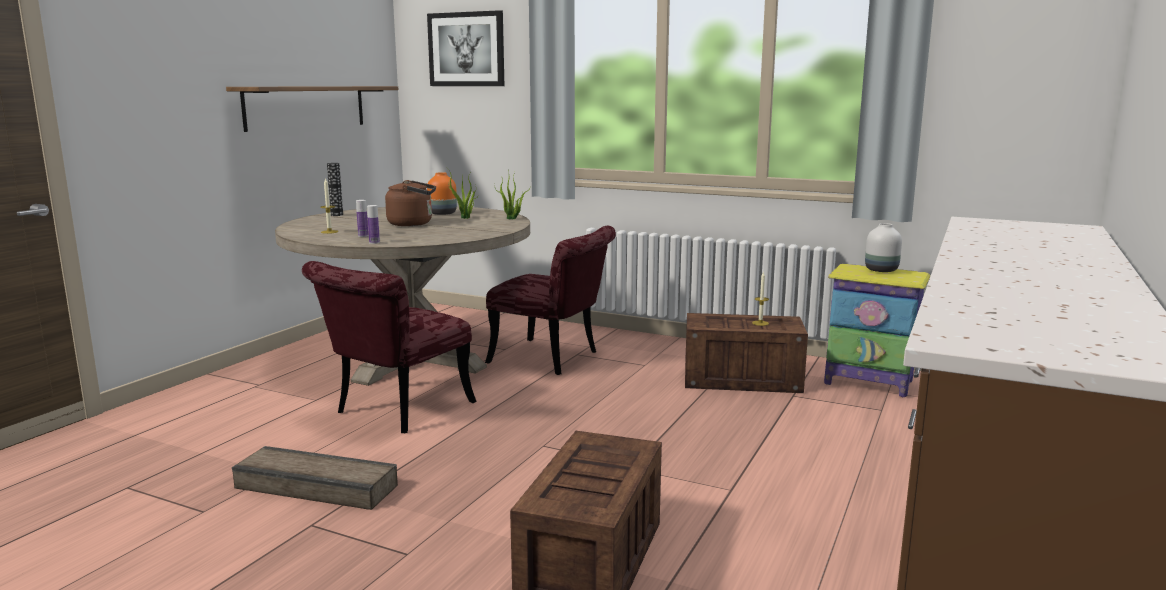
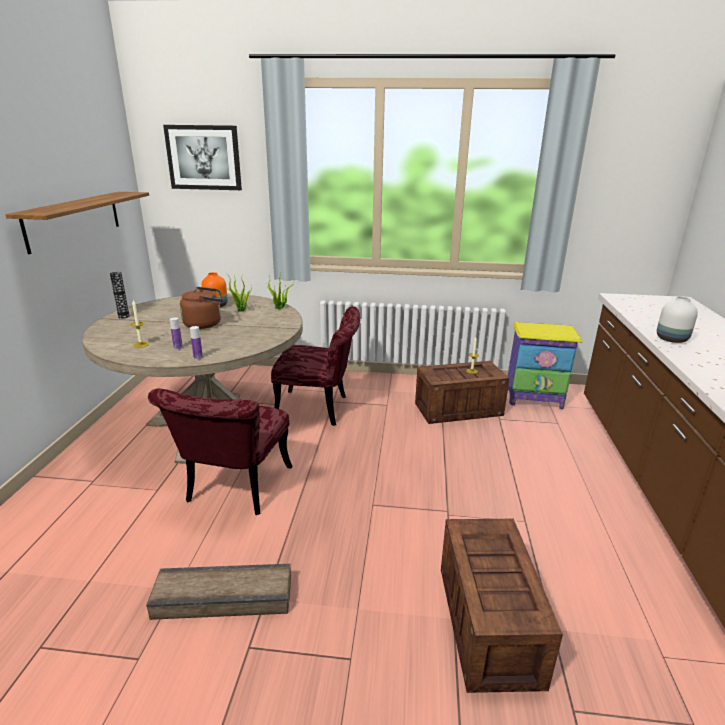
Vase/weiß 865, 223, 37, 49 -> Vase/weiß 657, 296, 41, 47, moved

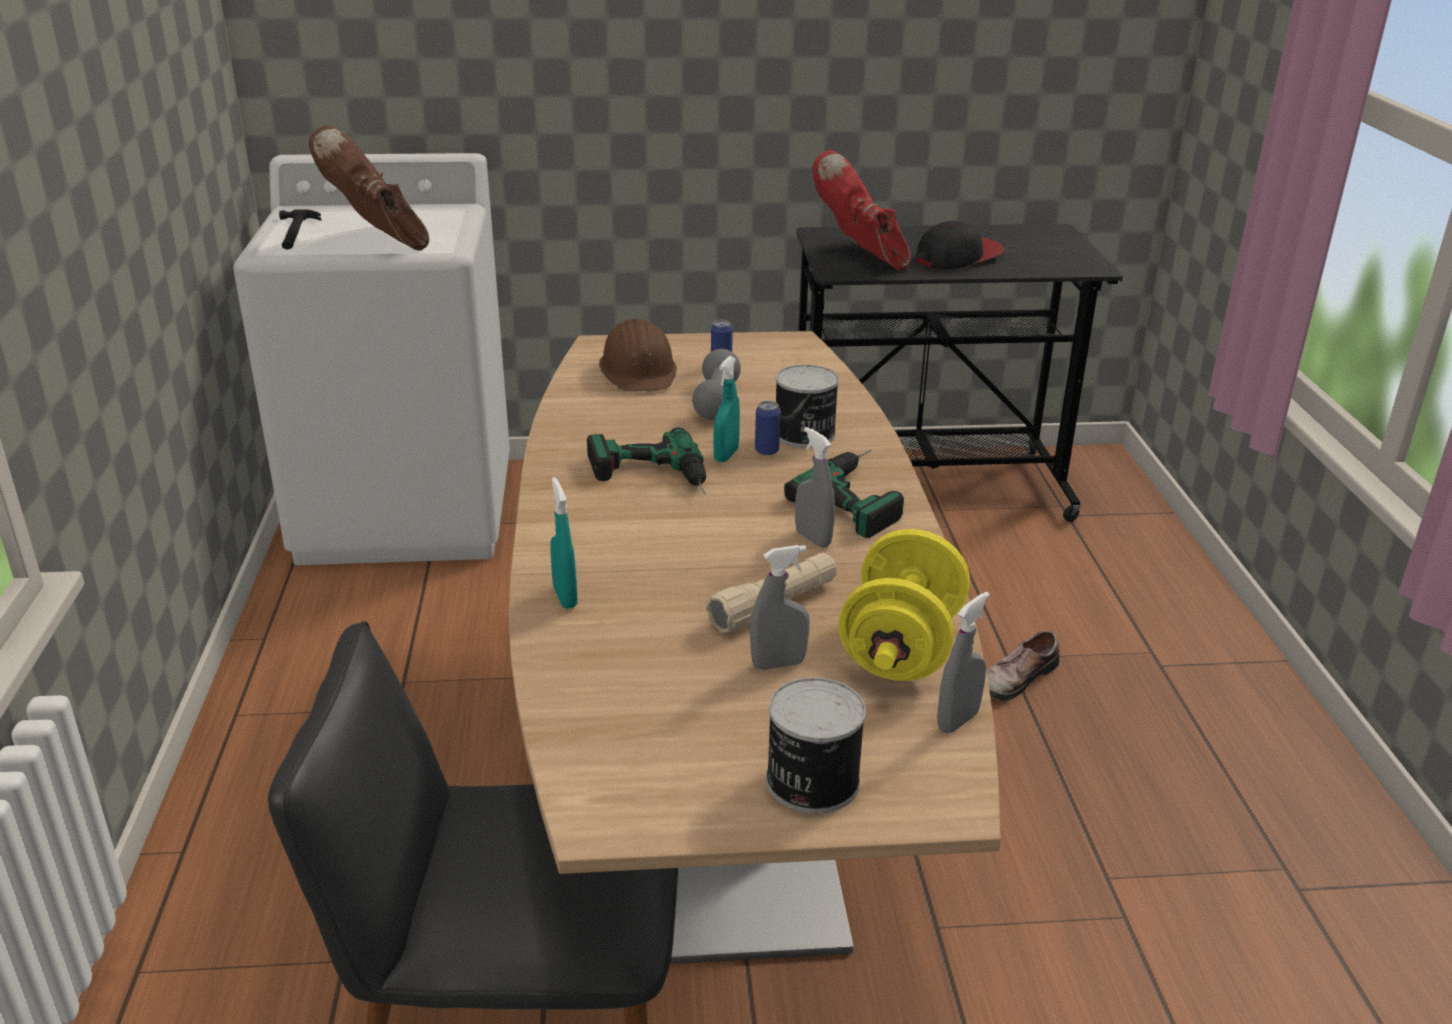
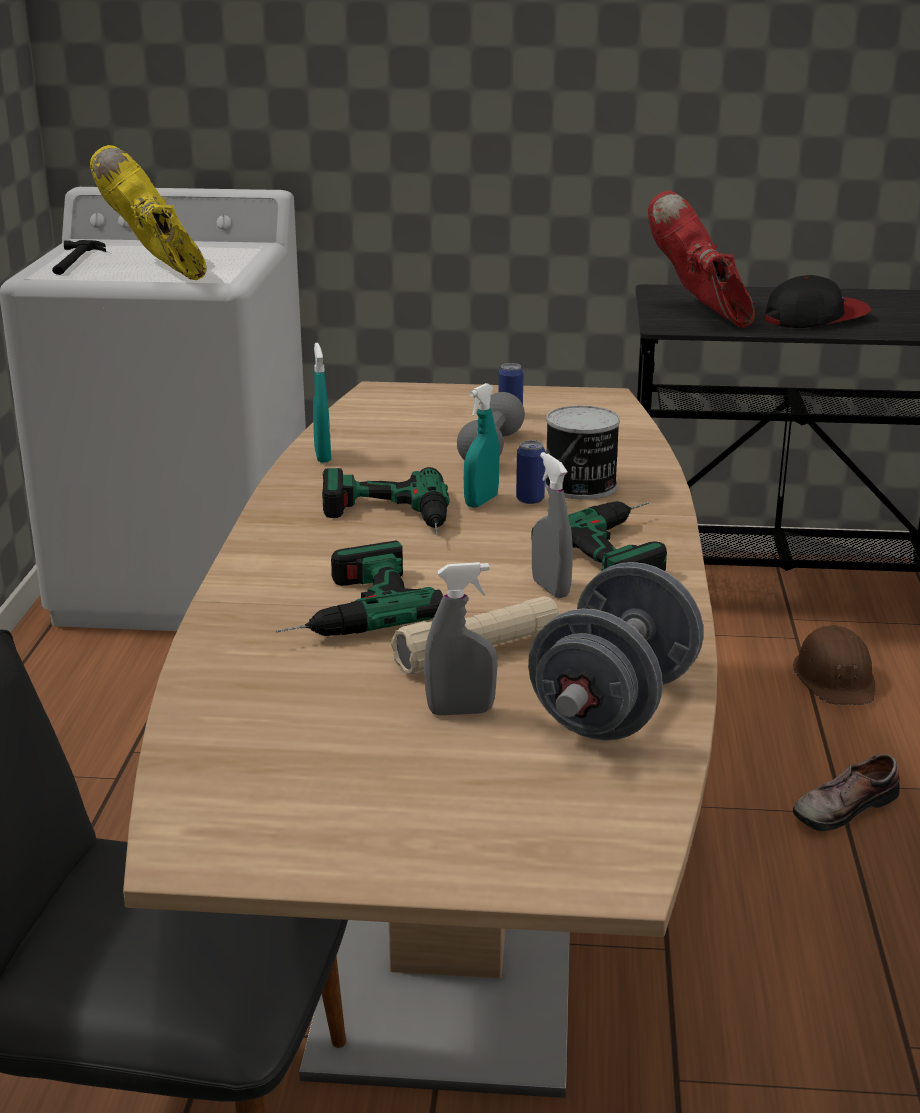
Stiefel/braun 309, 125, 120, 125 -> Stiefel/gelb 90, 145, 117, 135
Schutzhelm/braun 599, 318, 77, 74 -> Schutzhelm/braun 793, 625, 82, 80, moved
Sprühflasche/türkis 550, 477, 27, 132 -> Sprühflasche/türkis 313, 343, 18, 120, moved
Hantel/gelb 838, 529, 132, 152 -> Hantel/grau 528, 562, 176, 178
Sprühflasche/grau 937, 591, 53, 142 -> none
Dose 766, 678, 100, 136 -> none
none -> Bohrmaschine 276, 541, 167, 95

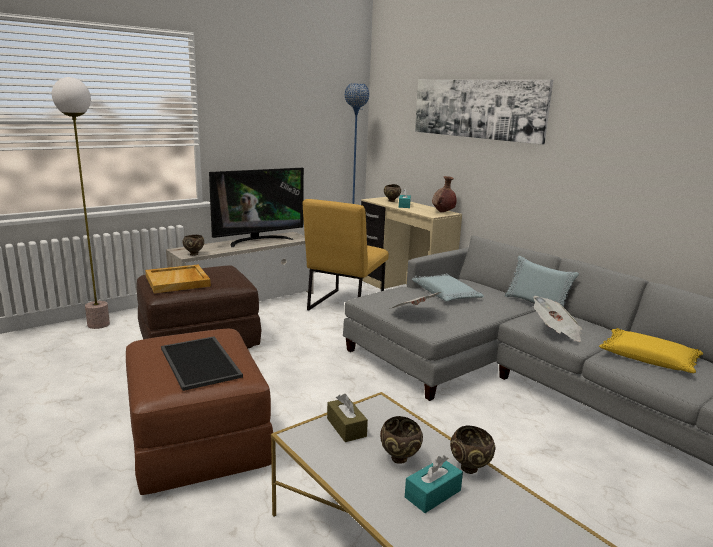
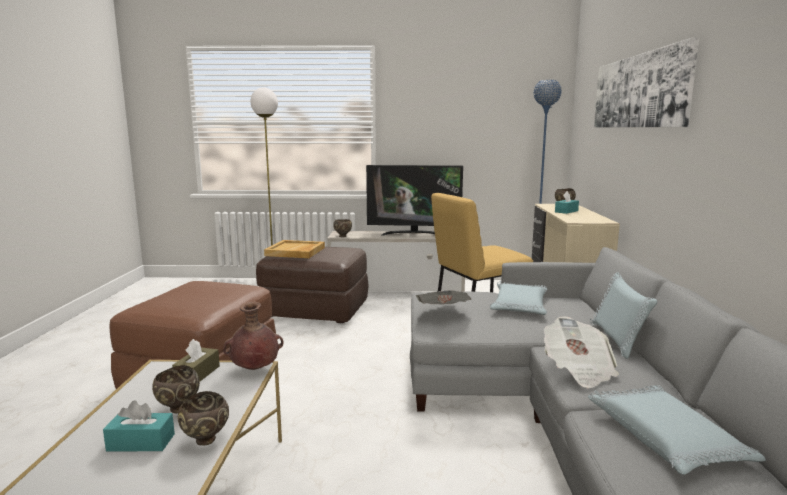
Vase/braun 432, 176, 25, 36 -> Vase/braun 223, 302, 61, 68, moved
Kissen/gelb 599, 328, 104, 45 -> Kissen/blau 588, 385, 178, 90
Tablett 161, 336, 82, 55 -> none

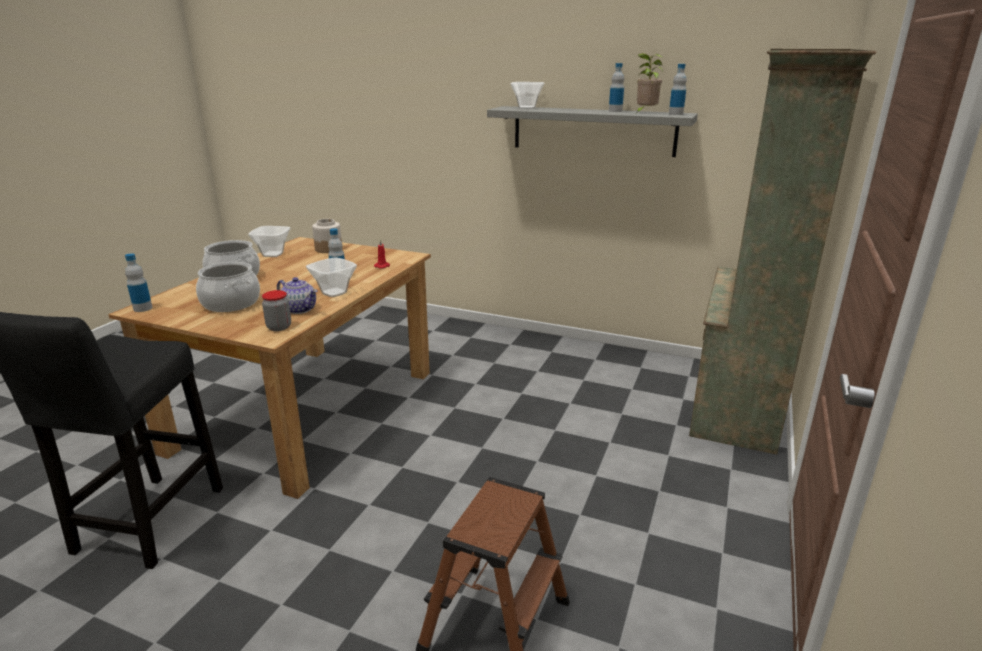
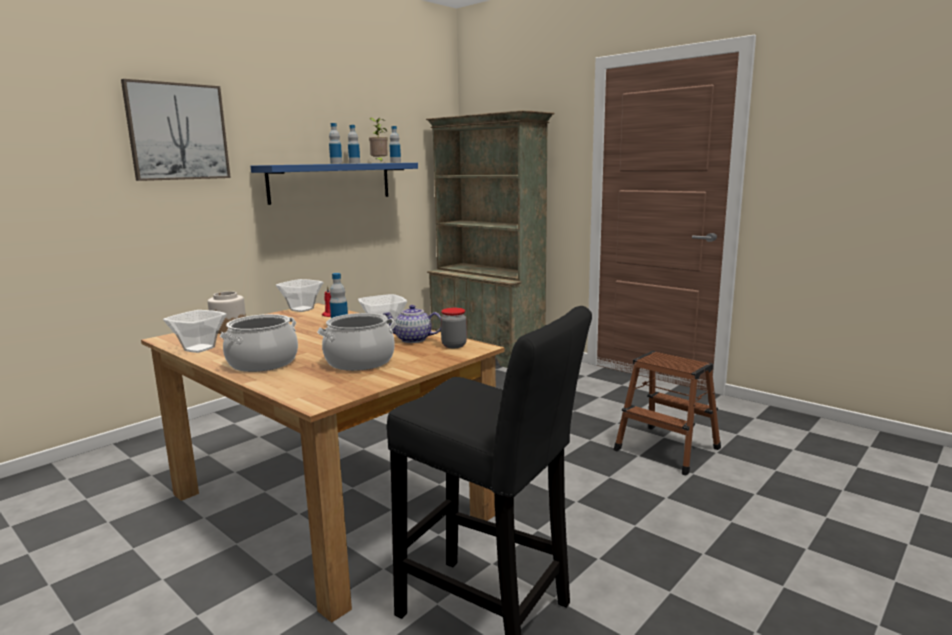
Schüssel 510, 82, 34, 27 -> Schüssel 276, 279, 47, 33, moved
Wandregal/grau 487, 106, 211, 51 -> Wandregal/blau 251, 163, 167, 42
Flasche 125, 253, 28, 59 -> Flasche 329, 123, 13, 41, moved
Teekanne 277, 277, 41, 37 -> Teekanne 383, 305, 58, 38, 135 degrees counterclockwise
none -> Bild 121, 79, 110, 102

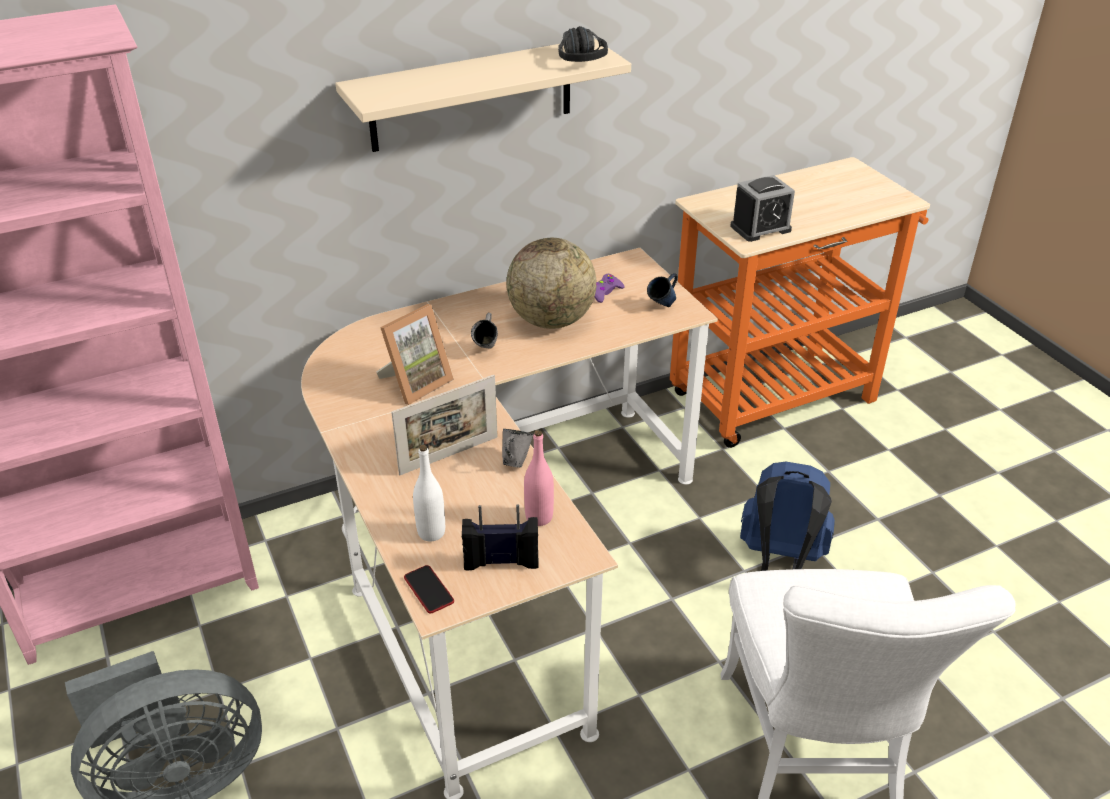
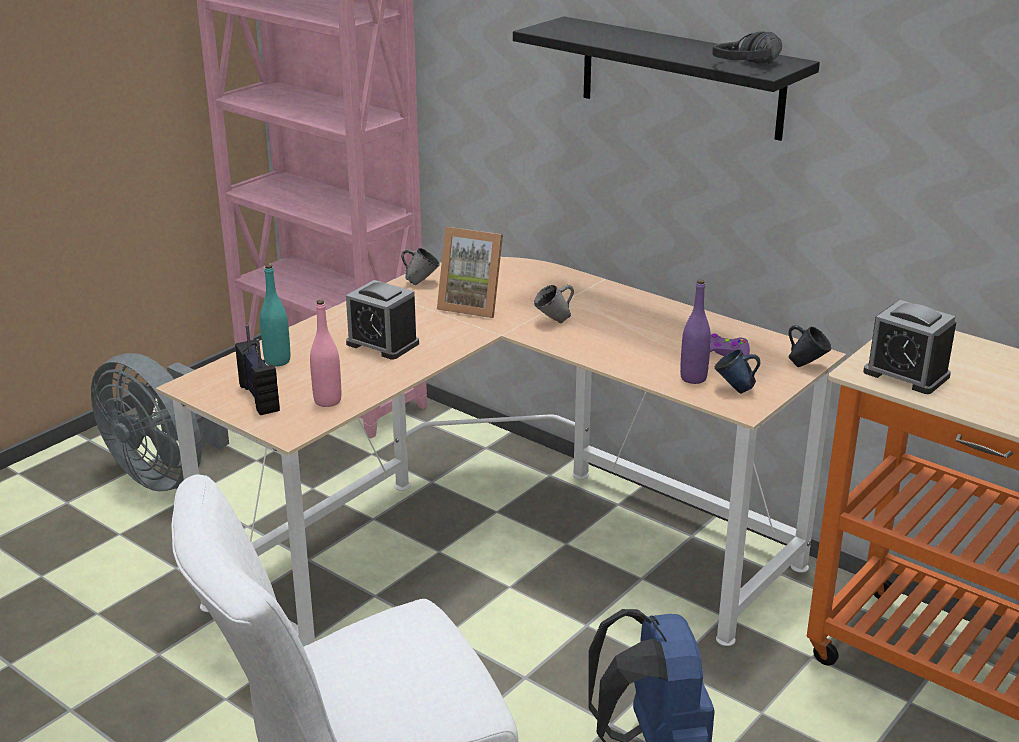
Wandregal/beige 335, 38, 296, 114 -> Wandregal/schwarz 513, 16, 307, 125
Globus 506, 238, 91, 91 -> none
Bilderrahmen 391, 375, 107, 100 -> Wecker 346, 280, 73, 80
Henkelbecher/grau 502, 429, 31, 38 -> Henkelbecher/grau 401, 248, 39, 37, moved
Flasche/weiß 413, 445, 32, 97 -> Flasche/türkis 260, 264, 30, 103
Handy 404, 565, 50, 49 -> none
none -> Flasche/lila 680, 279, 31, 105
none -> Henkelbecher/blau 788, 325, 43, 42

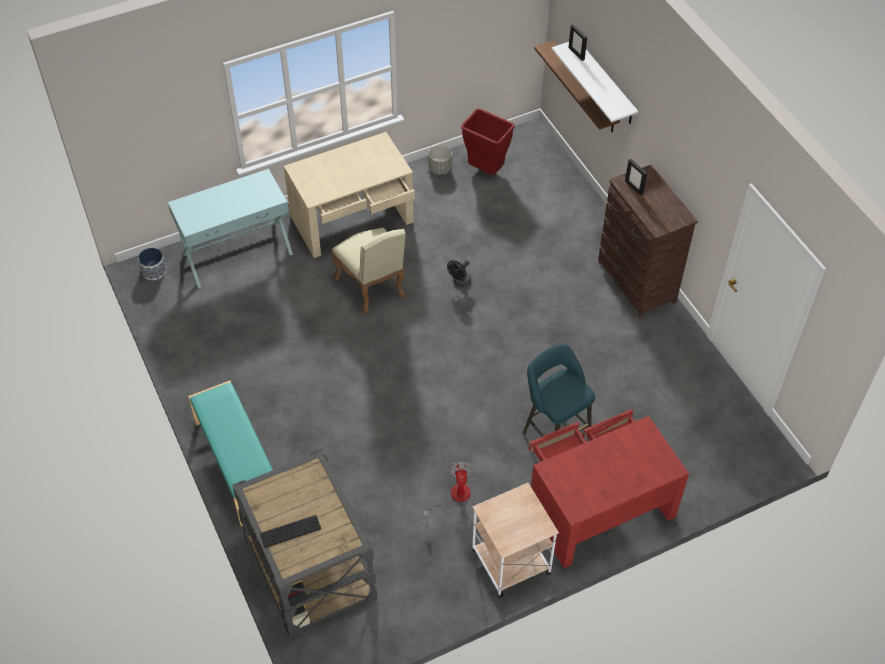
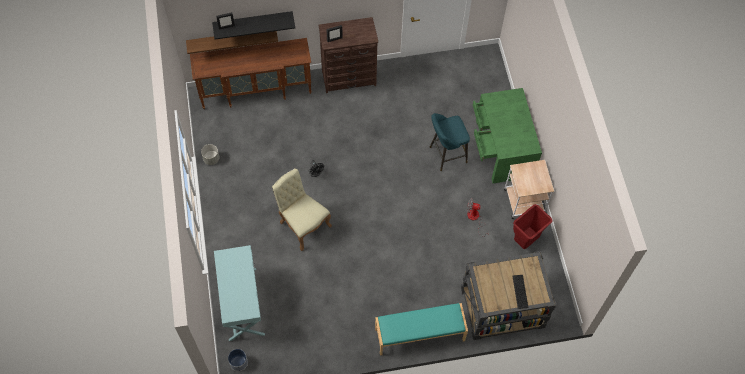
Wandregal/weiß 552, 42, 86, 82 -> Wandregal/schwarz 212, 11, 83, 28
Mülleimer/rot 461, 109, 54, 66 -> Mülleimer/rot 513, 204, 40, 45, moved
Schreibtisch/beige 284, 132, 131, 126 -> none
Stuhl/beige 332, 228, 74, 86 -> Stuhl/beige 272, 168, 60, 83, 120 degrees counterclockwise
Schreibtisch/rot 529, 409, 160, 159 -> Schreibtisch/grün 473, 88, 69, 95
none -> Schrank/braun 190, 38, 122, 71

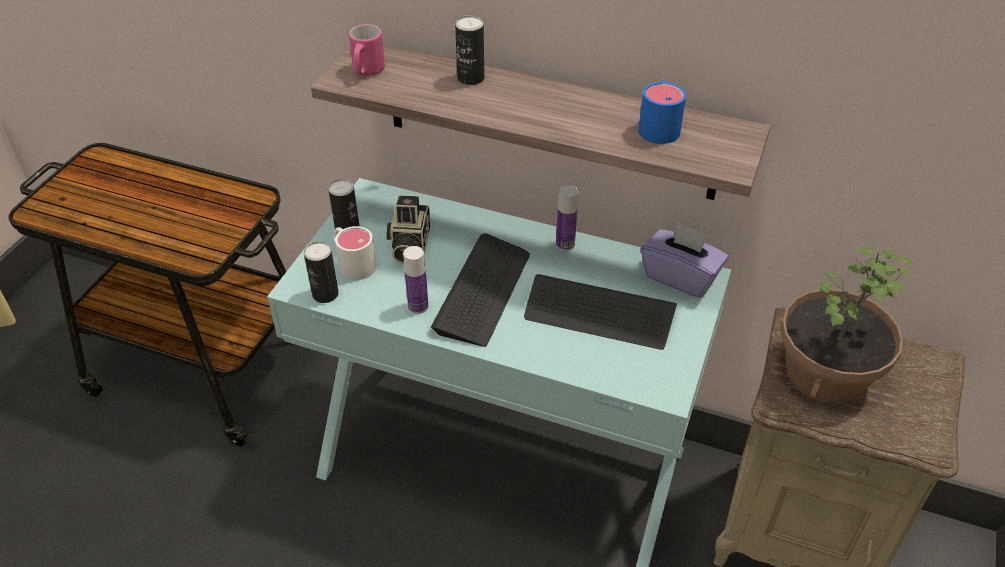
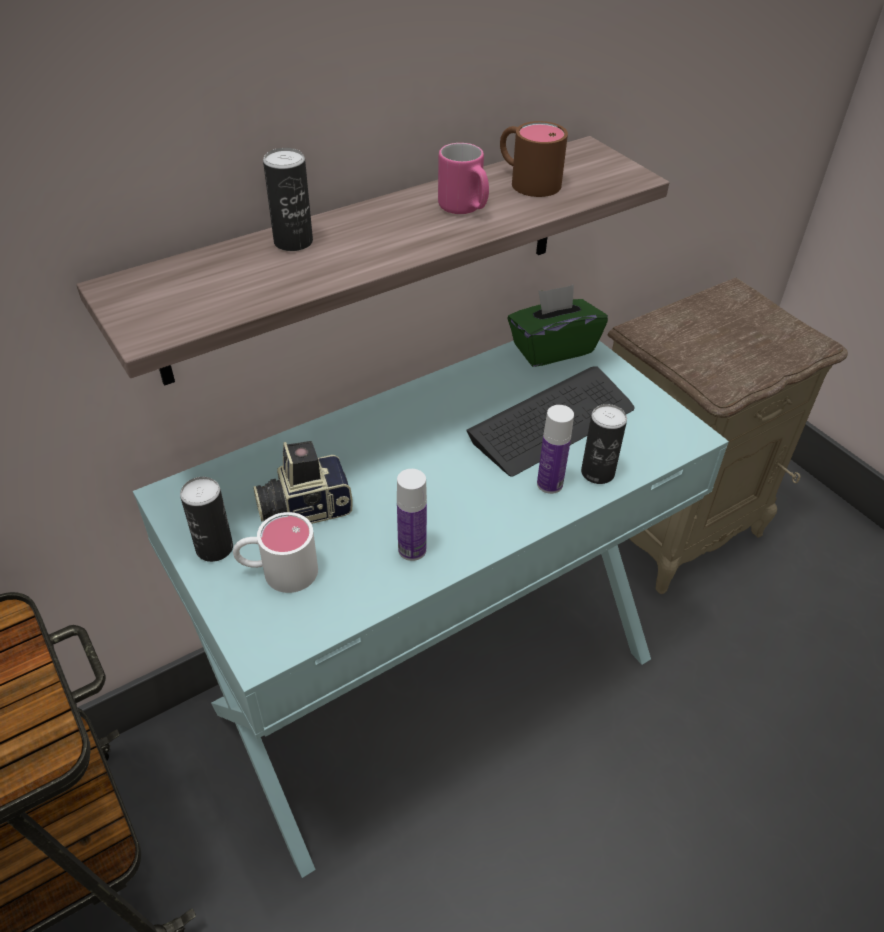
Henkelbecher/rosa 349, 24, 36, 52 -> Henkelbecher/rosa 438, 143, 51, 71, moved
Henkelbecher/blau 638, 80, 48, 64 -> Henkelbecher/braun 500, 121, 68, 76
Flasche 556, 185, 22, 66 -> Flasche 537, 405, 37, 89, moved
Kamera 387, 196, 43, 69 -> Kamera 253, 441, 100, 83, 120 degrees clockwise
Taschentuchbox/lila 641, 222, 88, 76 -> Taschentuchbox/grün 508, 285, 100, 82
Tastatur 431, 233, 99, 114 -> none
Dose 304, 242, 35, 61 -> Dose 581, 404, 46, 80, moved
Topfpflanze 780, 247, 133, 157 -> none

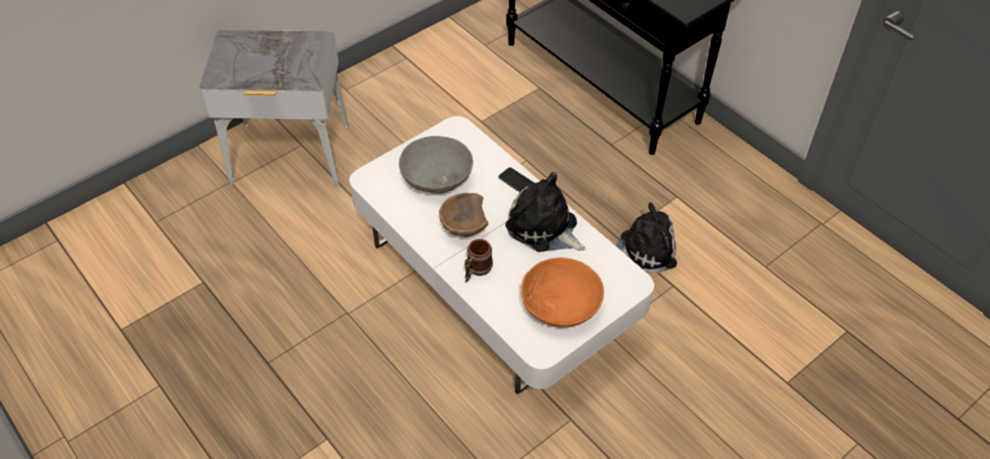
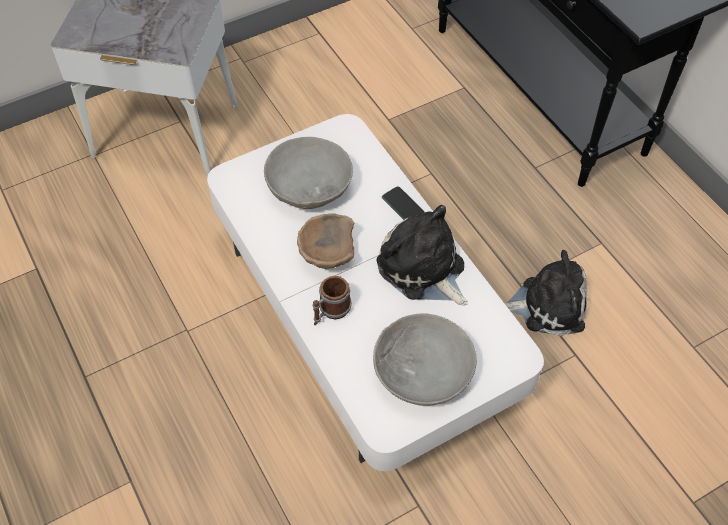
Schüssel/orange 521, 258, 83, 69 -> Schüssel/grau 373, 313, 104, 93

